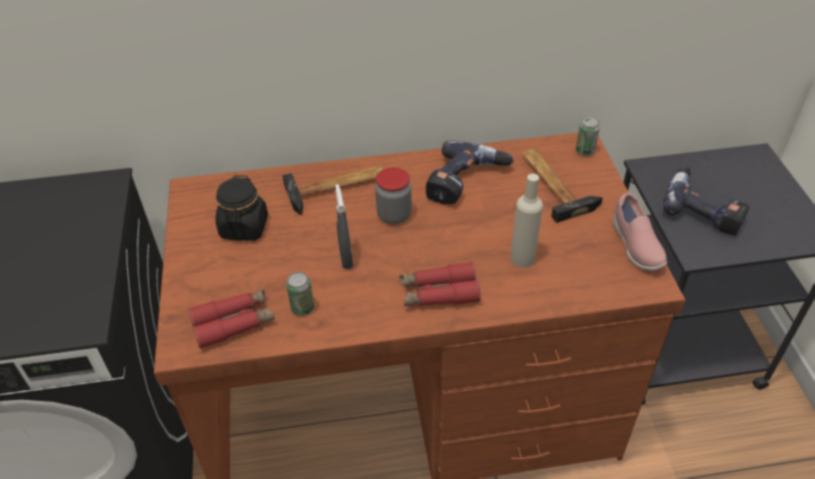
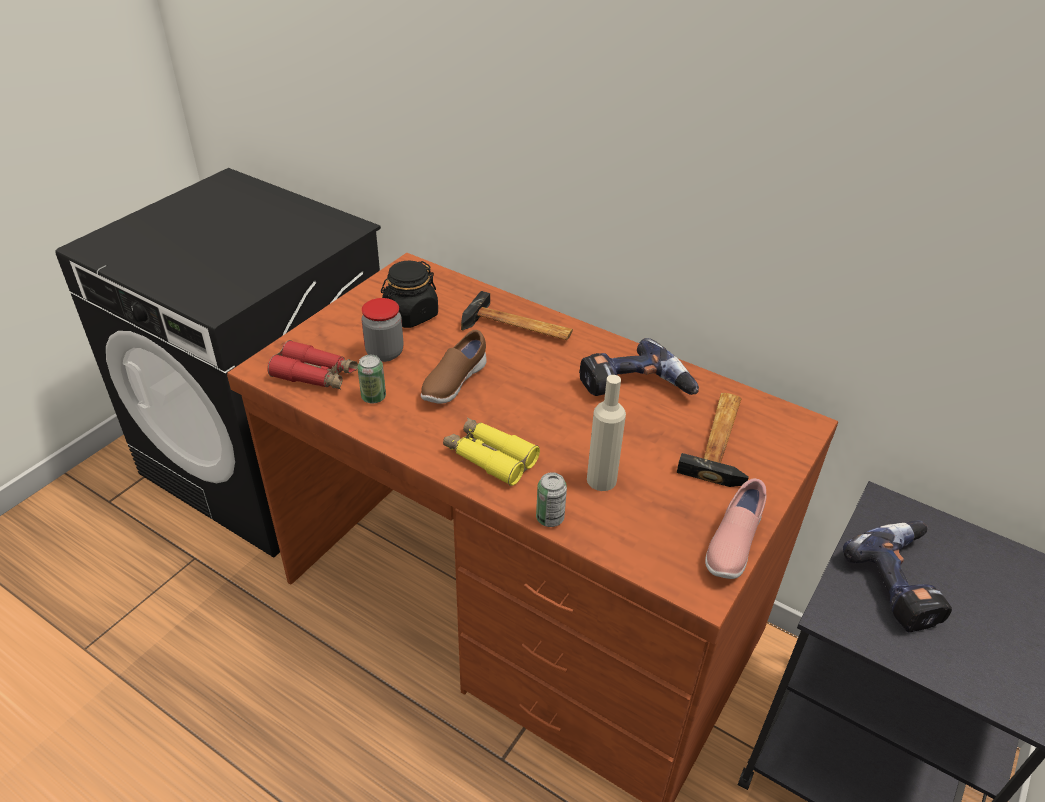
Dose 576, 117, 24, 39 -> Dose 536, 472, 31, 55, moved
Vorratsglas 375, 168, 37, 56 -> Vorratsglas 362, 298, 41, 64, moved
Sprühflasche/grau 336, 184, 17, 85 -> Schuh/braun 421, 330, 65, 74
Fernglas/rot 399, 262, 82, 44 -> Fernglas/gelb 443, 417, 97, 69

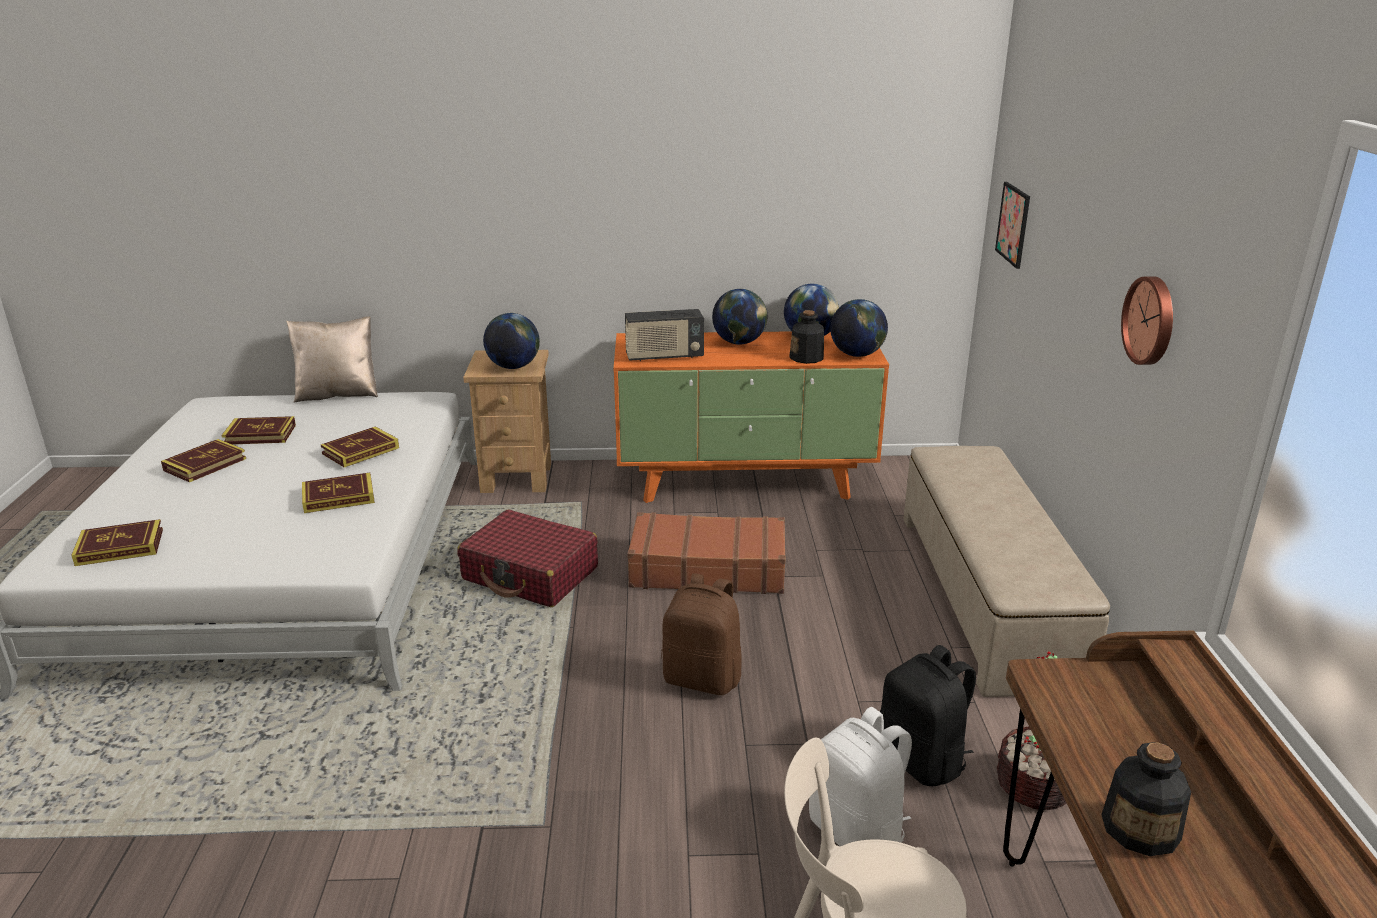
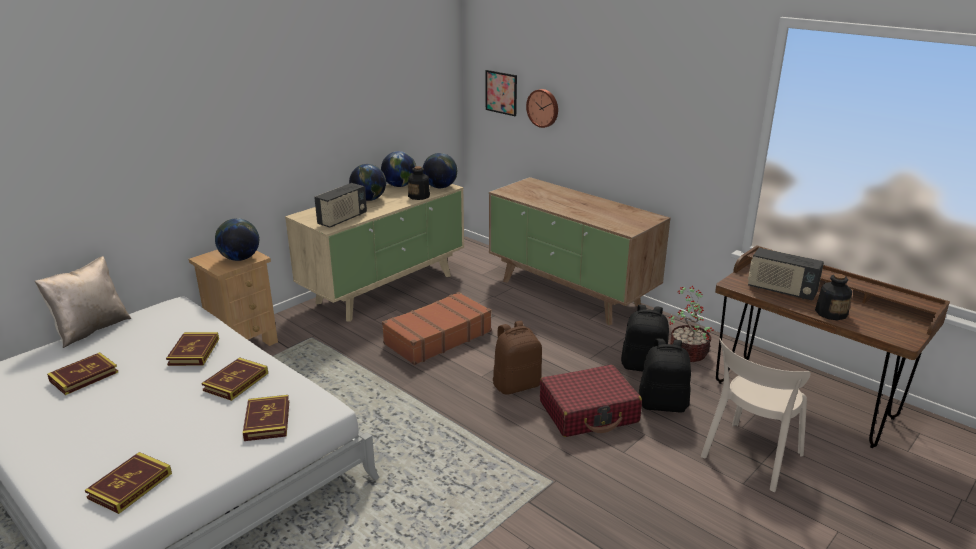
Wanduhr 1121, 276, 52, 89 -> Wanduhr 526, 89, 32, 39, moved
Kommode/orange 613, 331, 276, 172 -> Kommode/beige 285, 184, 179, 138
Buch 161, 439, 85, 43 -> Buch 243, 395, 46, 46, moved
Bank/beige 903, 446, 207, 251 -> Kommode/grün 489, 177, 182, 148
Koffer/rot 457, 510, 141, 97 -> Koffer/rot 540, 365, 102, 72, moved
Rucksack/weiß 809, 707, 103, 139 -> Rucksack/schwarz 639, 339, 52, 74
none -> Radio 748, 248, 76, 52

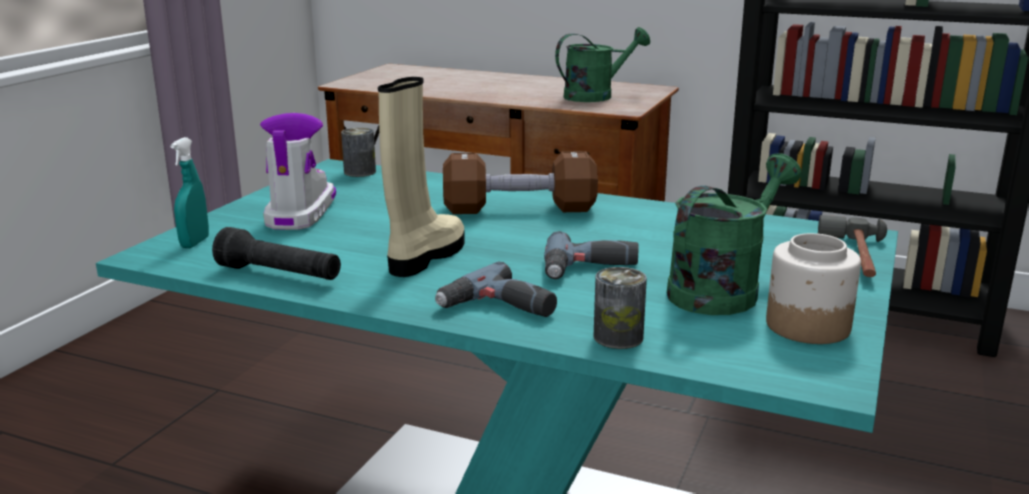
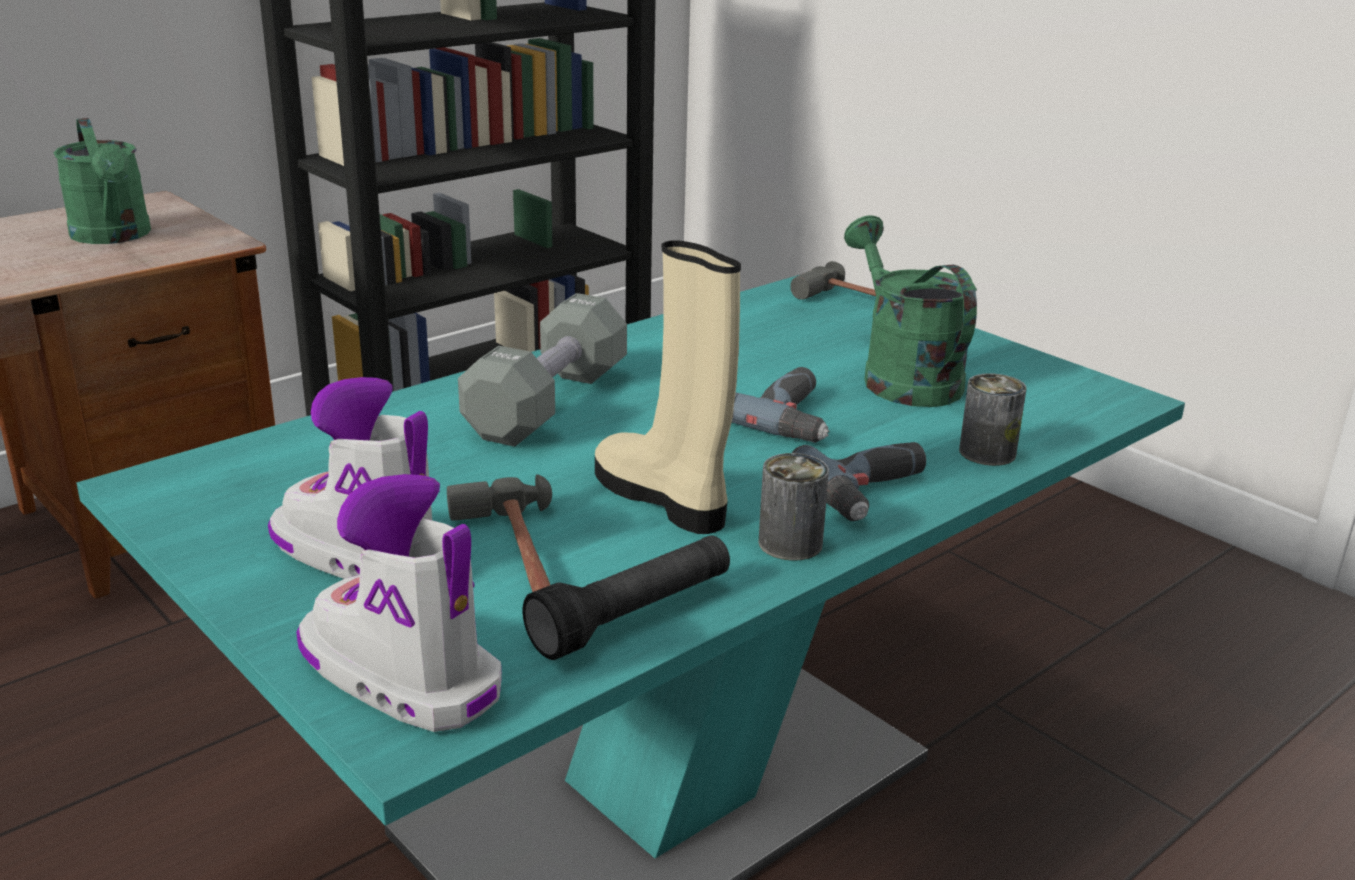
Gießkanne/grün 555, 27, 95, 75 -> Gießkanne/grün 54, 118, 97, 126, 150 degrees clockwise
Dose 341, 127, 35, 50 -> Dose 758, 453, 71, 108, moved
Sprühflasche/türkis 170, 137, 39, 111 -> Stiefel 296, 474, 206, 258
Hantel/braun 443, 151, 155, 63 -> Hantel/grau 458, 293, 169, 154
Vorratsglas 766, 233, 95, 111 -> none
none -> Hammer 447, 474, 105, 118

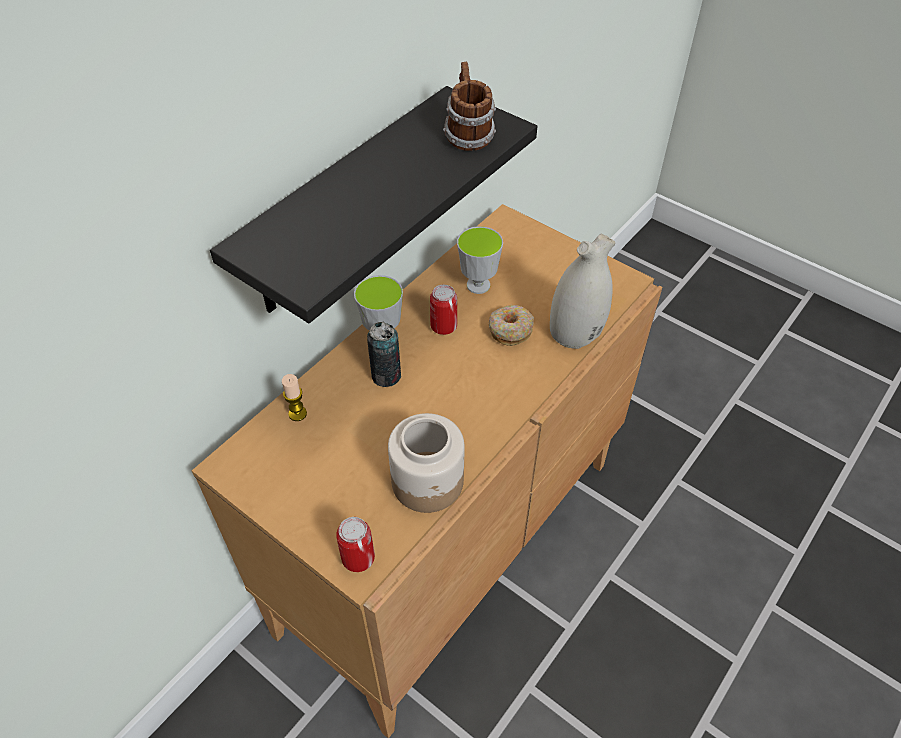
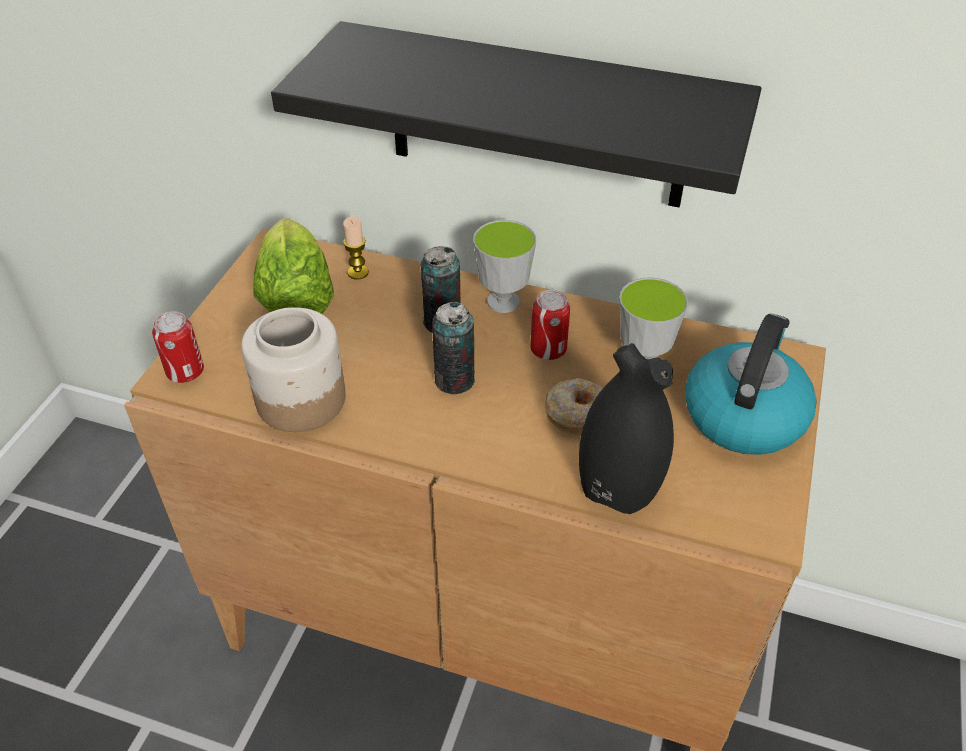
Henkelbecher 443, 62, 53, 89 -> none
Vase/weiß 550, 234, 66, 115 -> Vase/schwarz 579, 343, 95, 171
none -> Salatkopf 253, 218, 81, 96
none -> Dose 432, 302, 43, 92
none -> Wasserkessel 685, 314, 132, 141

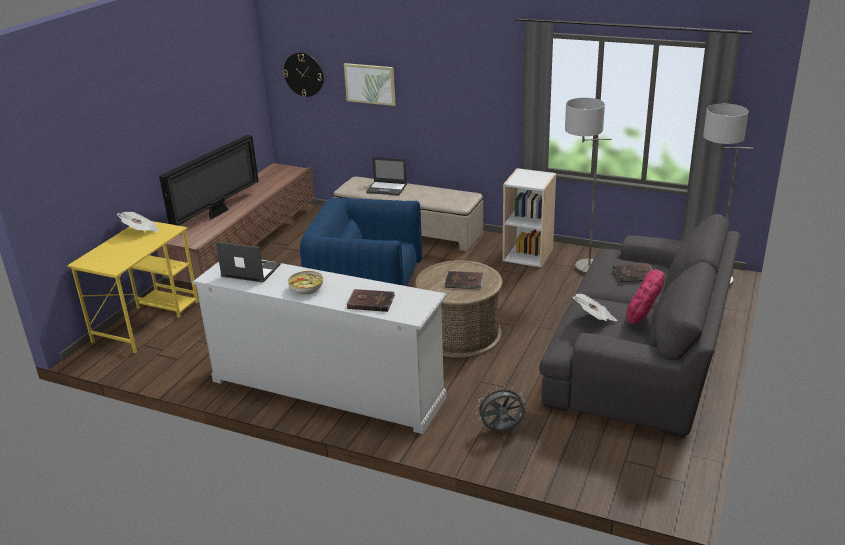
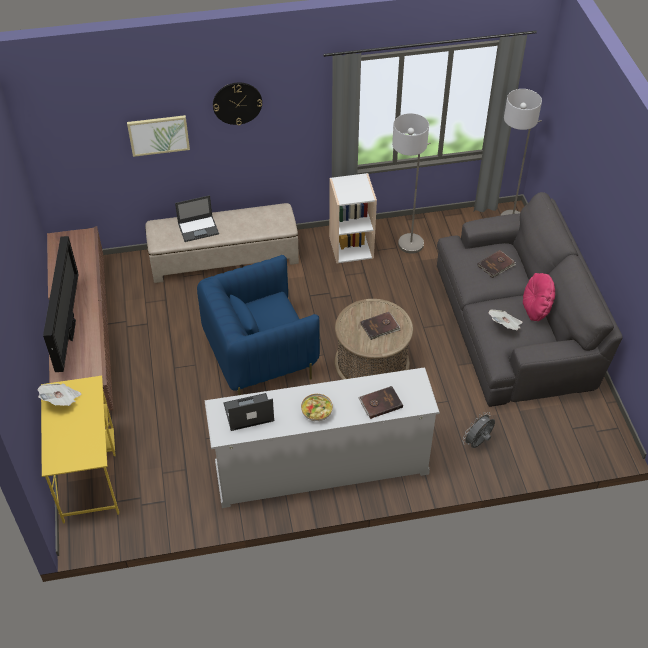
Wanduhr 283, 52, 41, 45 -> Wanduhr 213, 83, 49, 42, moved

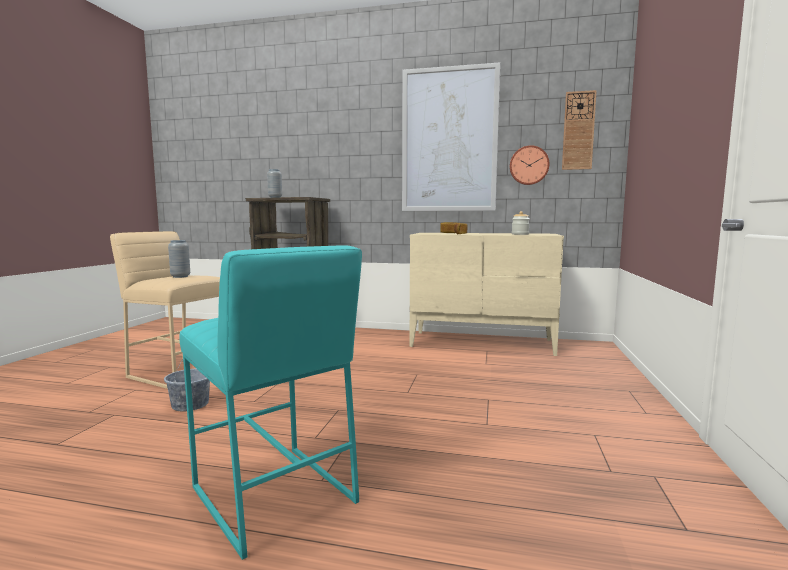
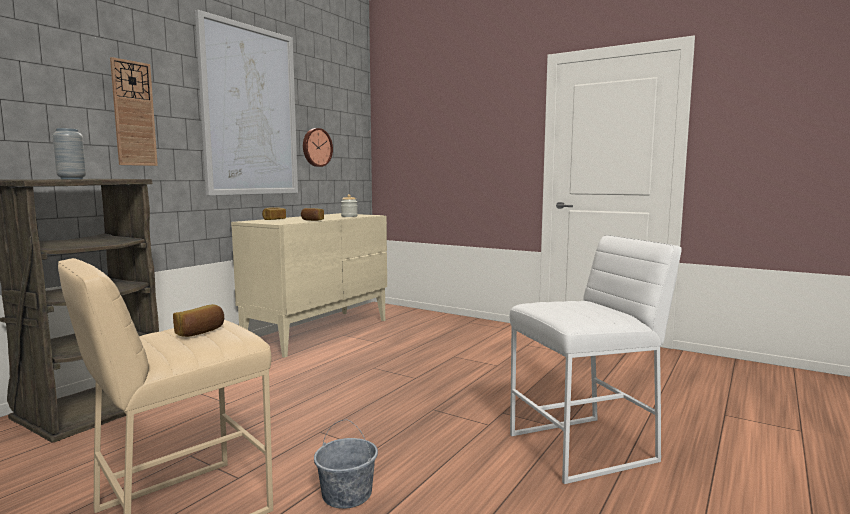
Wanduhr 562, 90, 35, 80 -> Wanduhr 110, 57, 48, 109, moved
Vase/grau 168, 240, 22, 38 -> Brot 173, 304, 51, 33
Hocker/türkis 179, 246, 183, 314 -> Hocker/weiß 510, 235, 172, 249

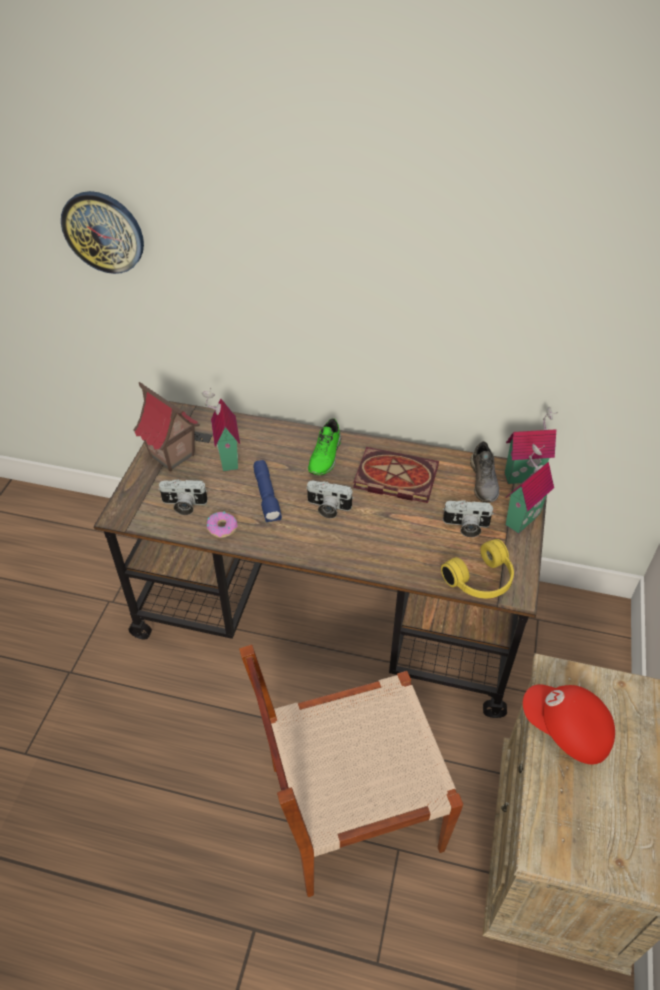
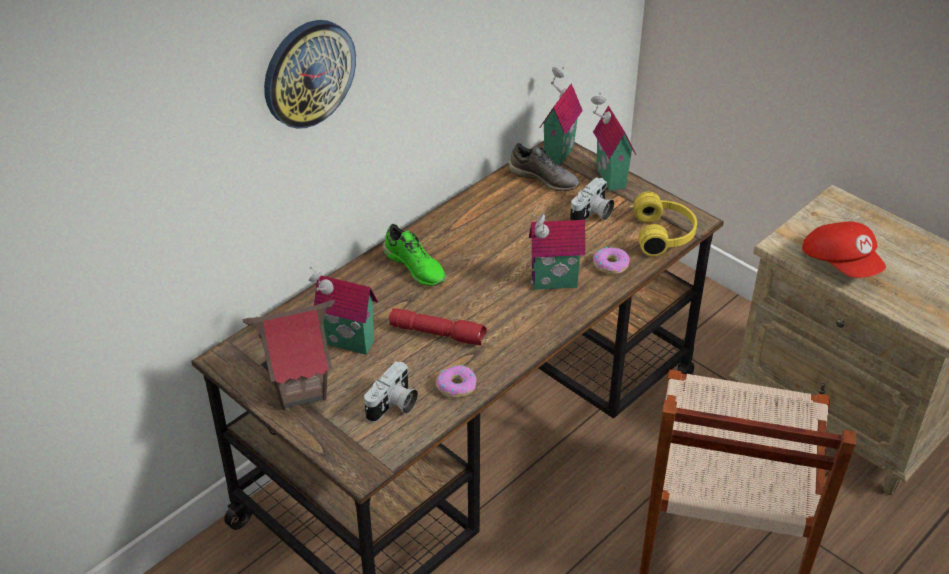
Wanduhr 61, 191, 83, 83 -> Wanduhr 264, 20, 92, 109, moved
Buch 353, 447, 86, 56 -> none
Taschenlampe/blau 253, 460, 29, 62 -> Taschenlampe/rot 389, 308, 98, 38
Kamera 306, 481, 48, 38 -> none
Kappe/rot 523, 684, 92, 80 -> Kappe/rot 802, 222, 84, 56, 90 degrees counterclockwise
none -> Spielzeughaus 529, 213, 56, 77
none -> Donut 593, 247, 37, 27

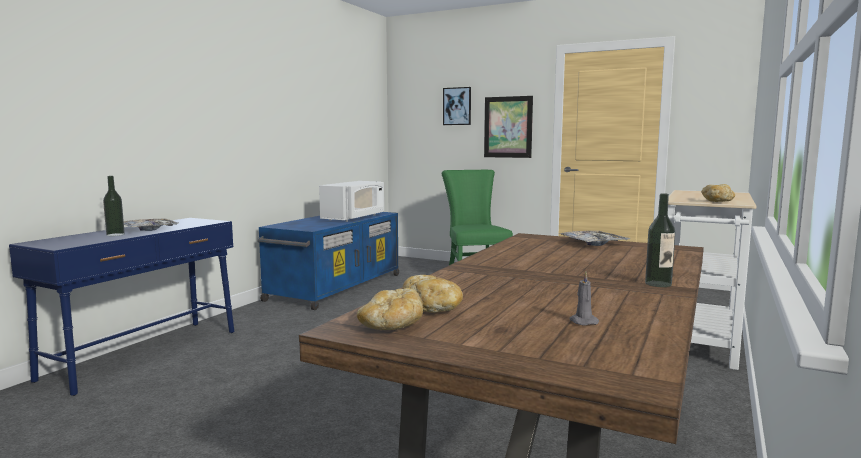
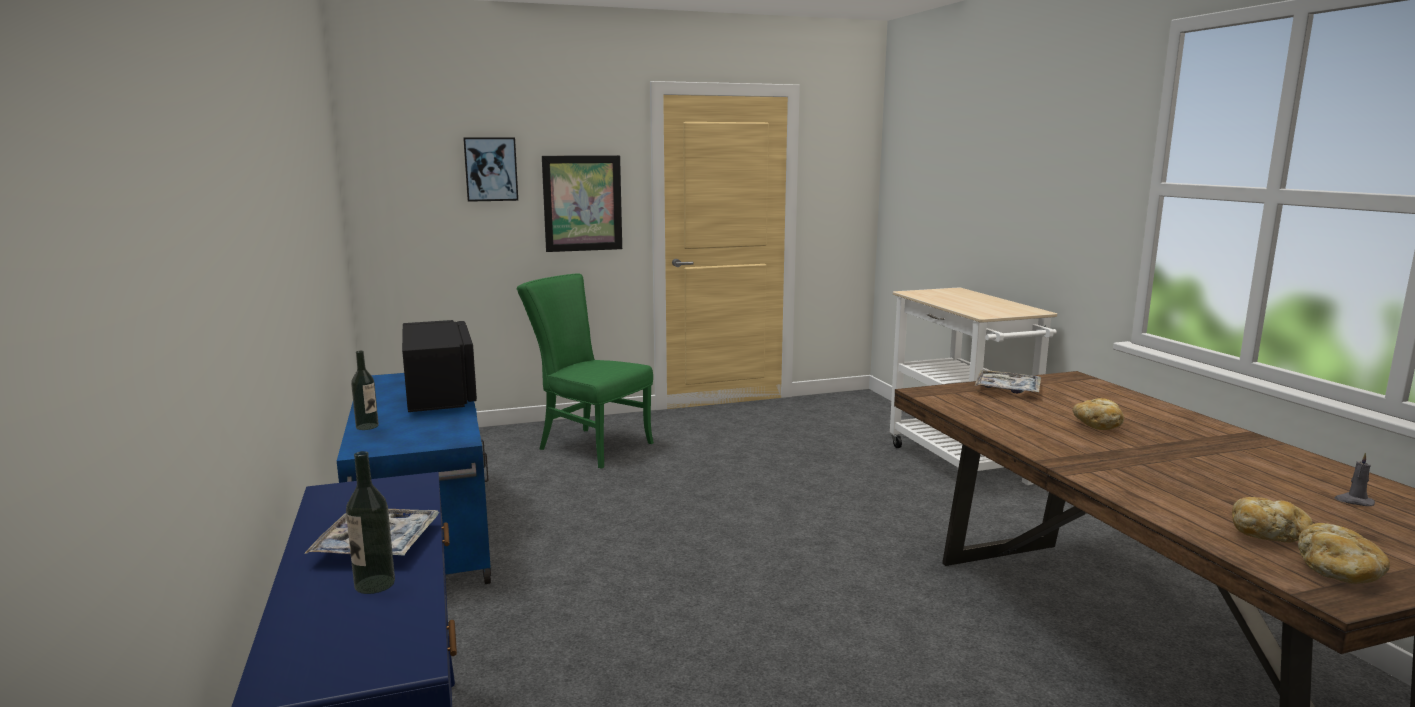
Mikrowelle/weiß 319, 181, 65, 41 -> Mikrowelle/schwarz 402, 320, 75, 92
Brot 702, 184, 33, 18 -> Brot 1073, 398, 51, 32, moved
Flasche 645, 193, 30, 94 -> Flasche 351, 351, 28, 79, moved

